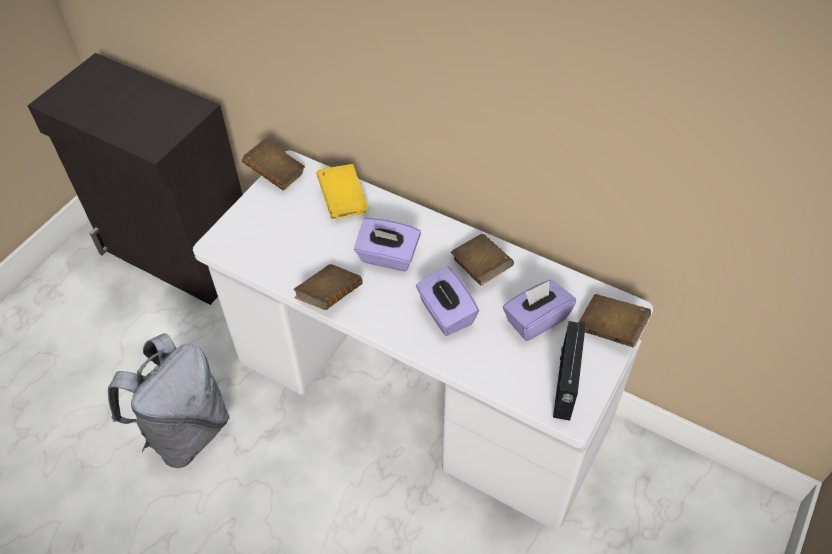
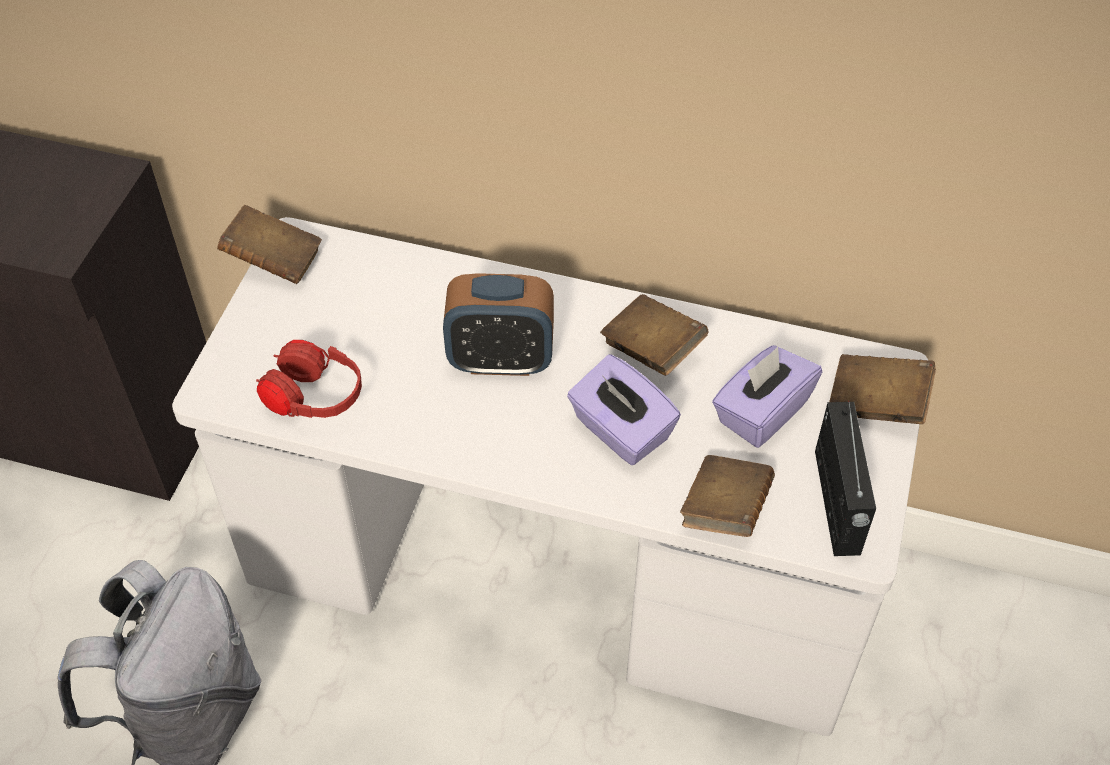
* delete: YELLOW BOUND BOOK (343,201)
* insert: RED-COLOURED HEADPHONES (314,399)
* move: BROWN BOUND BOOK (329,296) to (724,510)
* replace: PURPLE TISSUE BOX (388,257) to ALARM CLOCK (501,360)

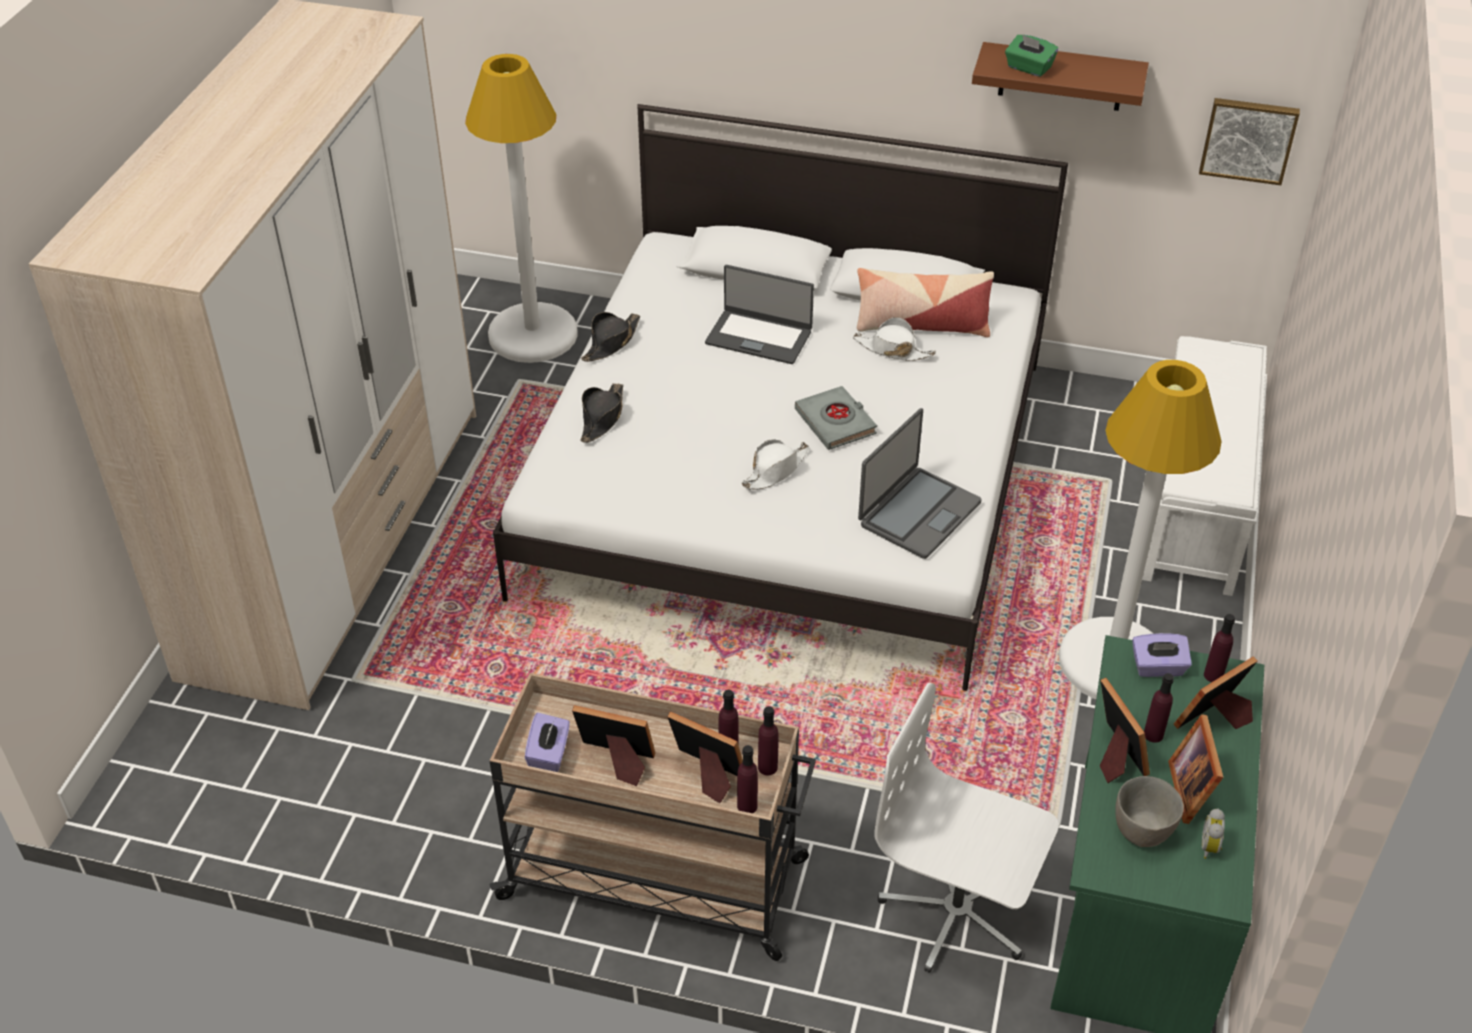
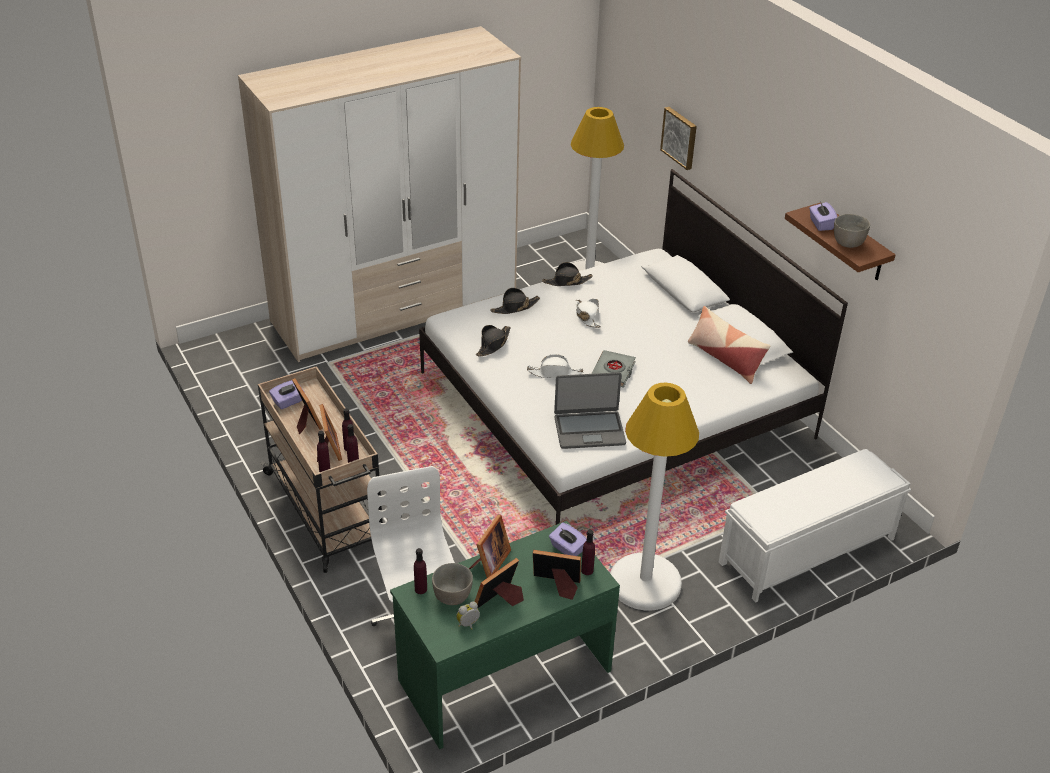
* delete: LAPTOP (759,336)
* insert: BLACK-COLOURED WEARABLE HAT (493,344)
* insert: GREYISH BOWL (847,243)
* move: WHITISH WEARABLE HAT (893,350) to (587,317)
* move: PURPLE BOTTLE (1153,734) to (421,589)
* move: WALL PICTURE (1248,139) to (680,137)
* recolor: GREEN-COLOURED TISSUE BOX (1028,68) to PURPLE TISSUE BOX (820,224)

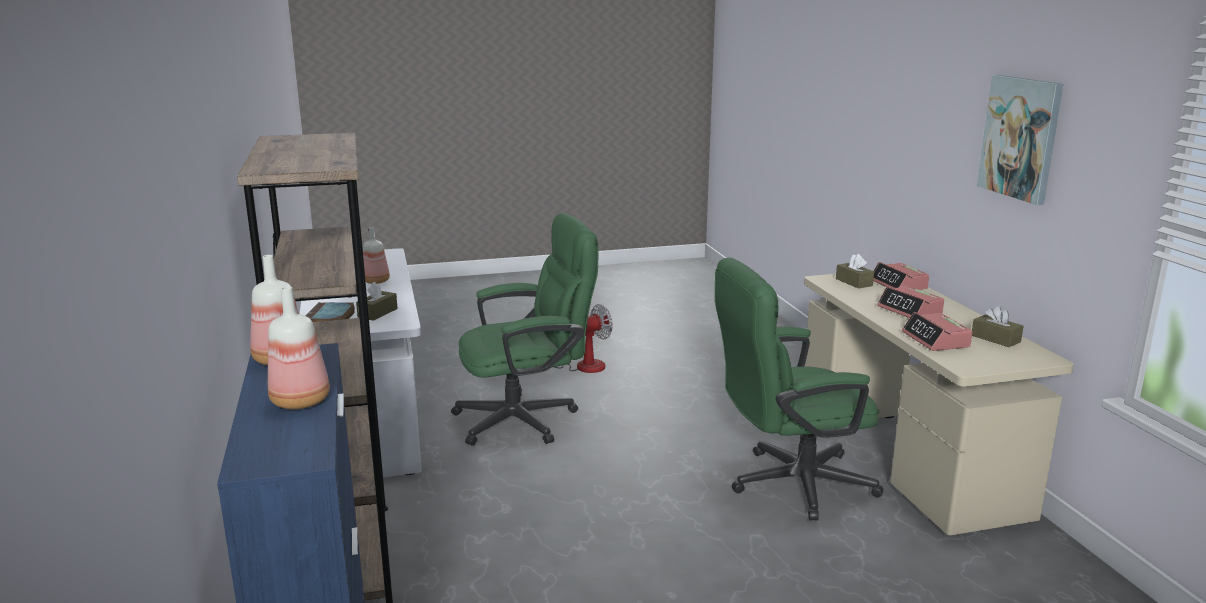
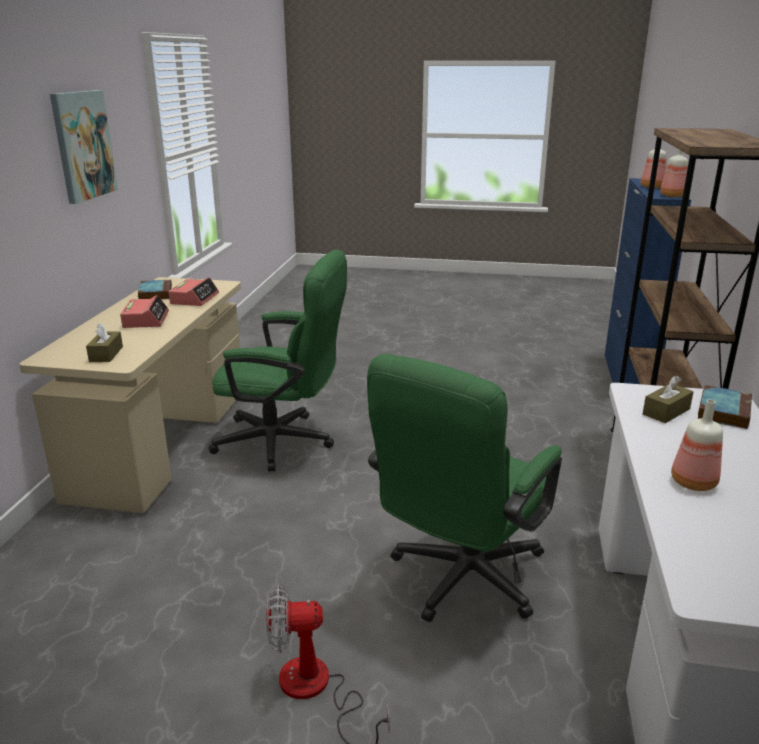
* delete: ALARM CLOCK (898,284)
* replace: BROWN TISSUE BOX (995,339) to BOUND BOOK (155,293)
* rotate: GREEN-COLOURED OFFICE CHAIR (528,419) = (460,581) 60 degrees counterclockwise

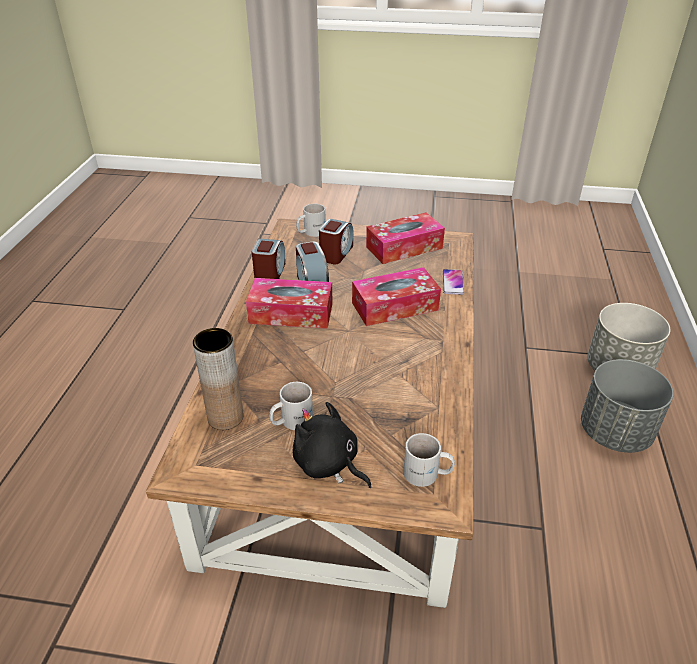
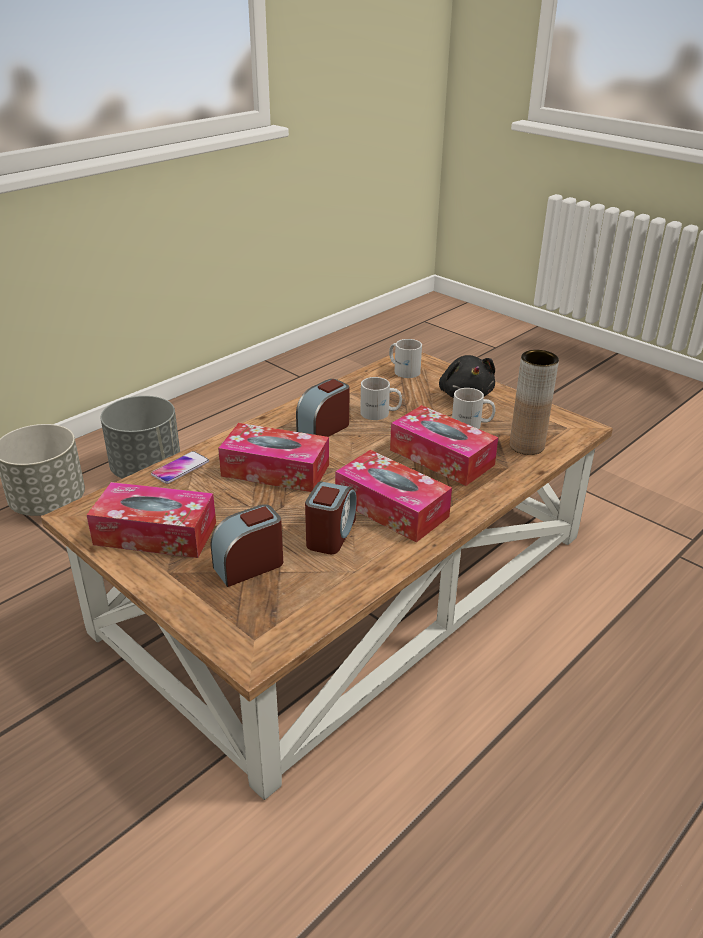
* insert: TISSUE BOX (441,457)
* move: ALARM CLOCK (270,274) to (324,428)
* move: WHITISH MUG (310,232) to (380,413)

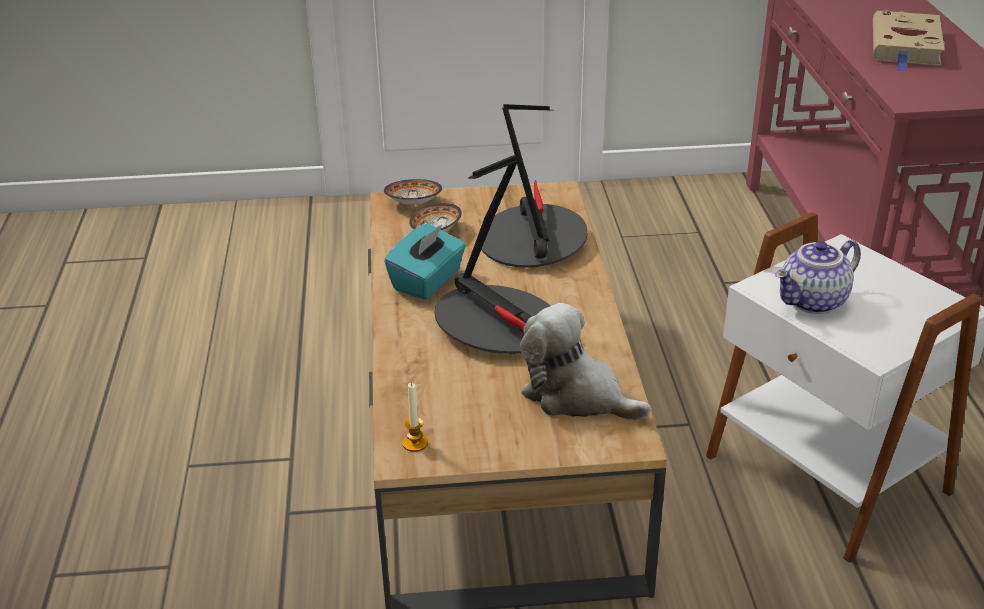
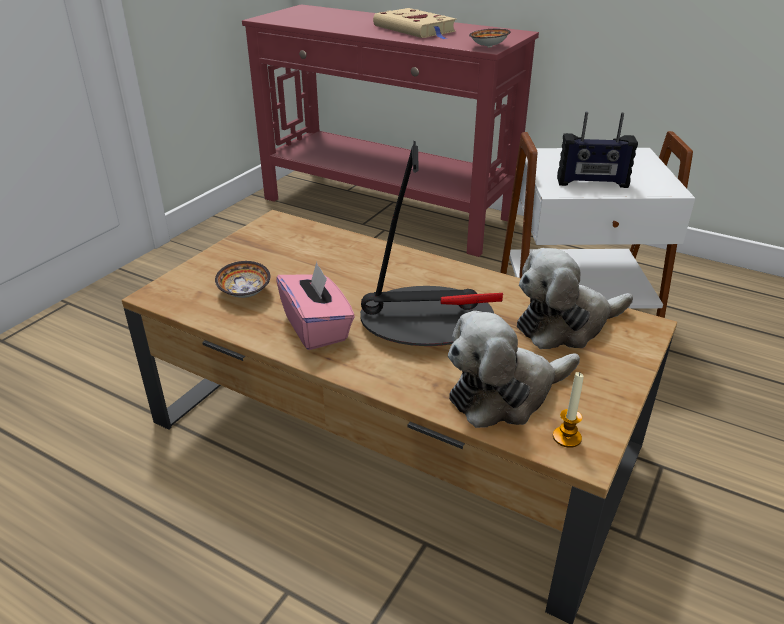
* delete: TABLETOP LAMP (532,240)
* insert: SOFT TOY (505,394)
* move: BOWL (413,203) to (488,47)
* replace: TEAPOT (813,302) to RADIO RECEIVER (592,183)
* recolor: TURQUOISE-COLOURED TISSUE BOX (427,281) to PINK TISSUE BOX (317,328)

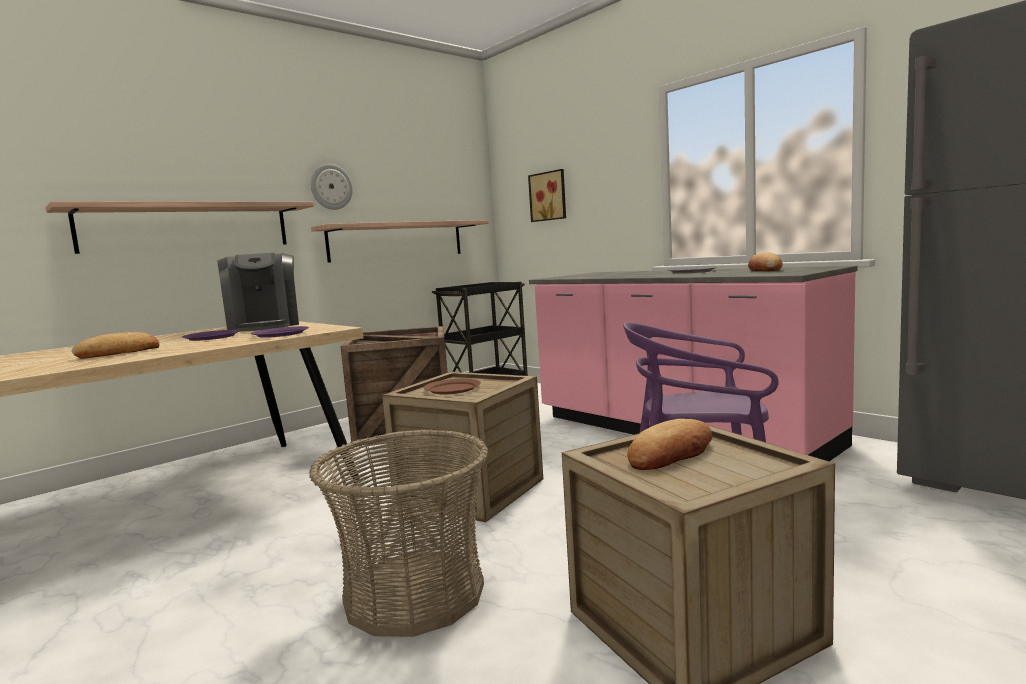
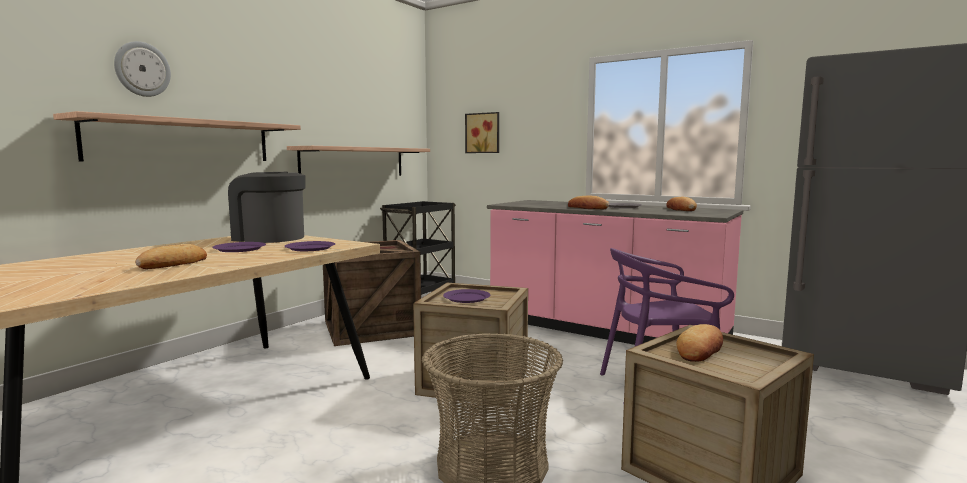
* insert: BAKERY BREAD (587,208)
* move: CLOCK ON THE WALL (331,187) to (142,69)
* recolor: BROWN DINNER PLATE (452,389) to PURPLE DINNER PLATE (467,298)
* rotate: COFFEE BREWER (265,326) = (269,238) 150 degrees clockwise

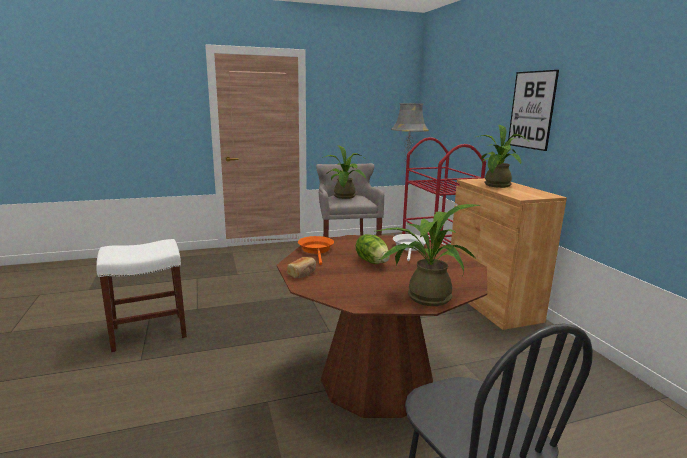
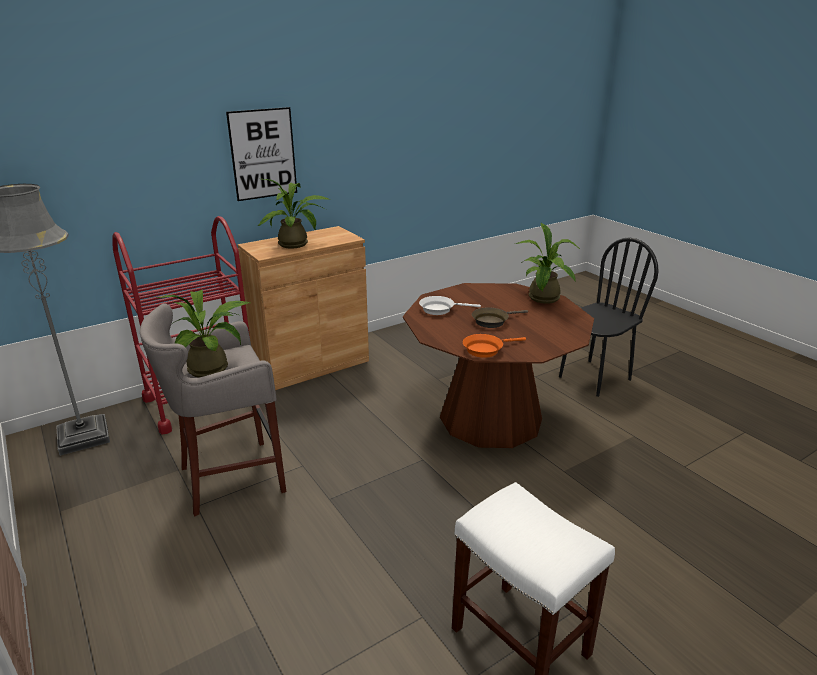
* delete: BAKERY BREAD (302,273)
* replace: HEAD OF LETTUCE (372,261) to BROWN PAN (492,321)

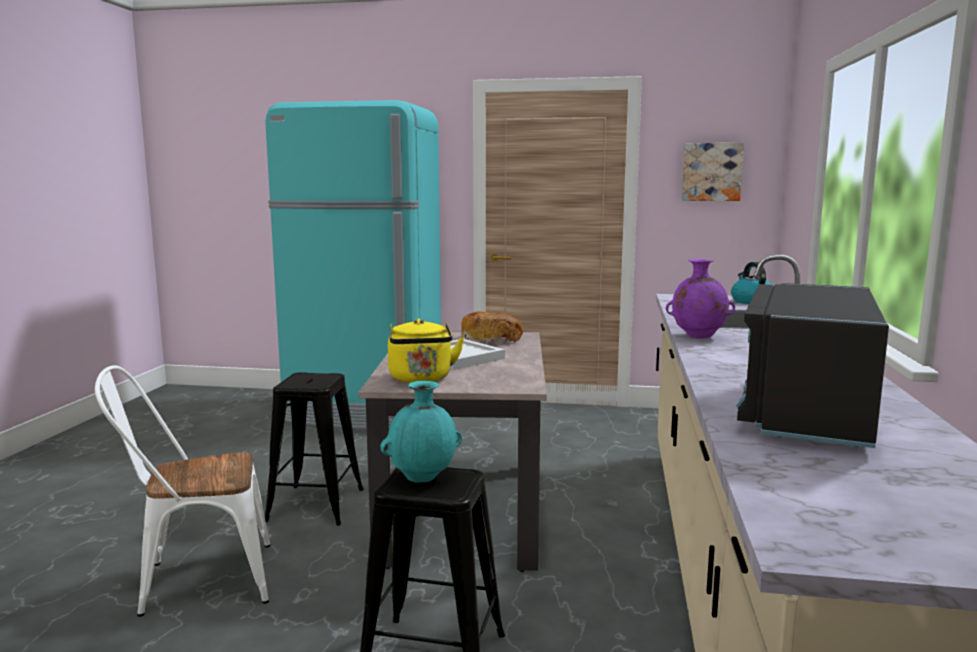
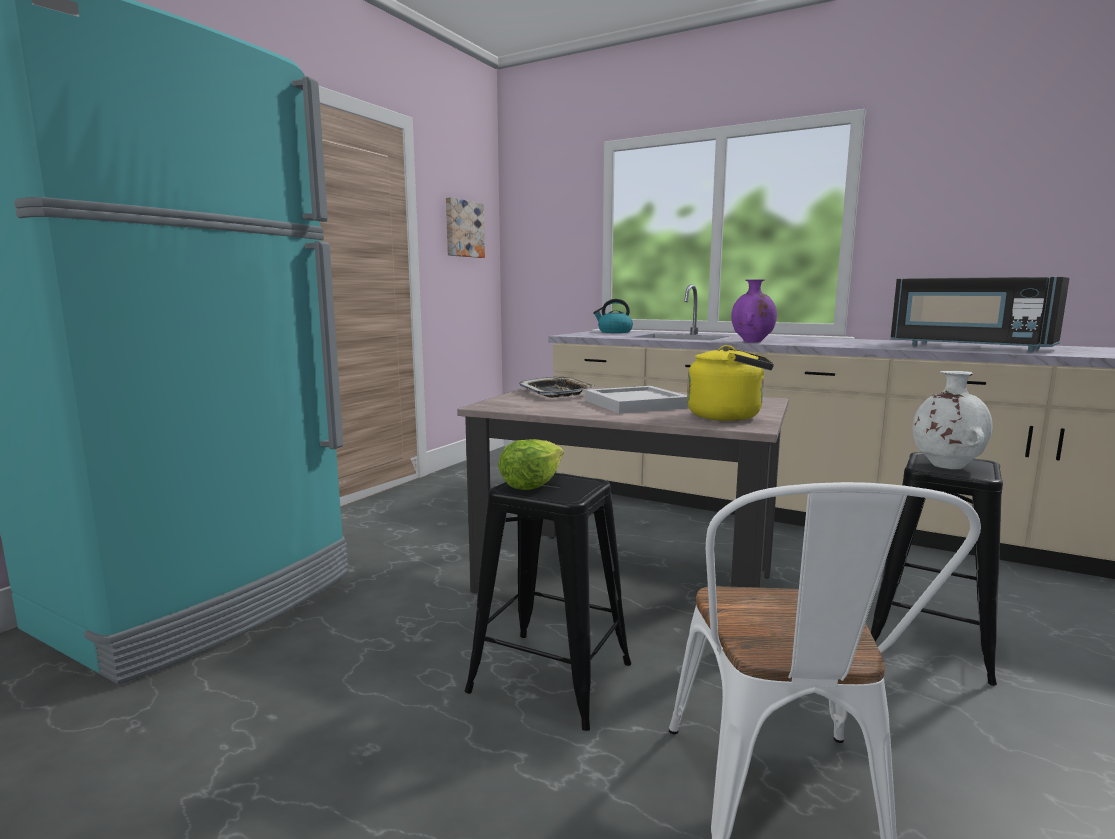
* insert: HEAD OF LETTUCE (531,483)
* replace: BAKERY BREAD (490,339) to SERVING TRAY (556,393)
* recolor: TURQUOISE-COLOURED VASE (423,478) to WHITISH VASE (945,466)

